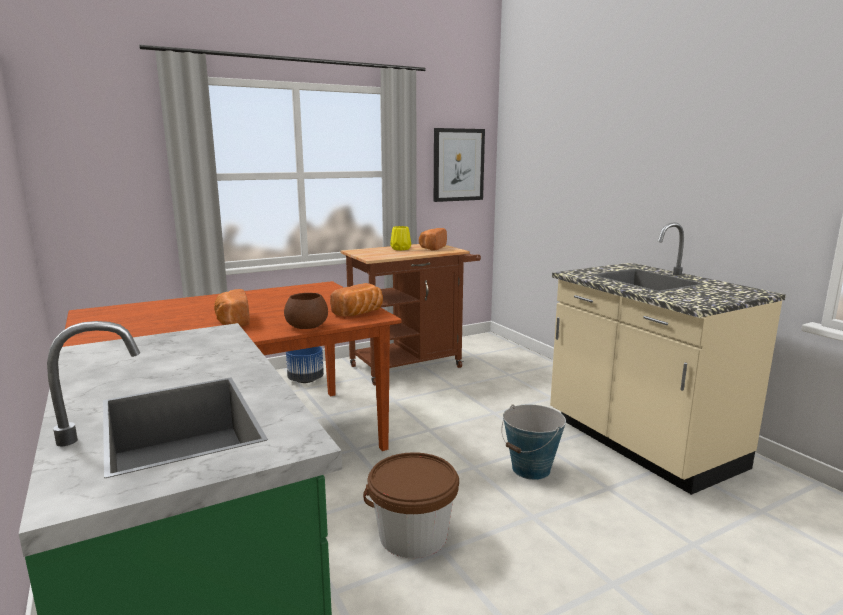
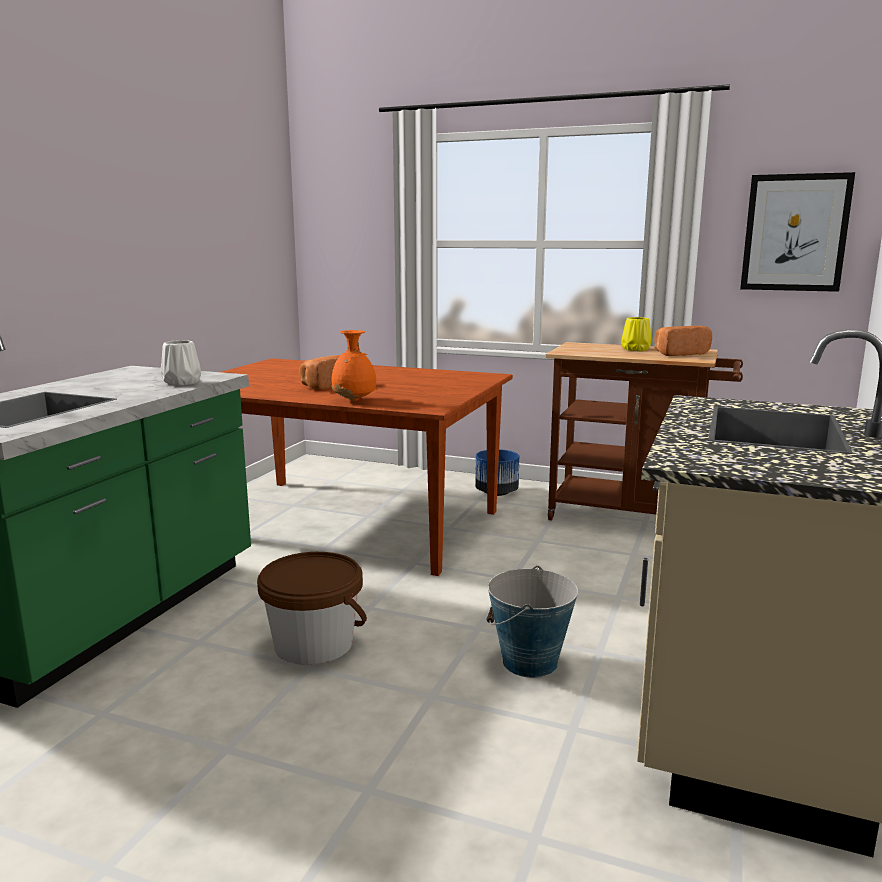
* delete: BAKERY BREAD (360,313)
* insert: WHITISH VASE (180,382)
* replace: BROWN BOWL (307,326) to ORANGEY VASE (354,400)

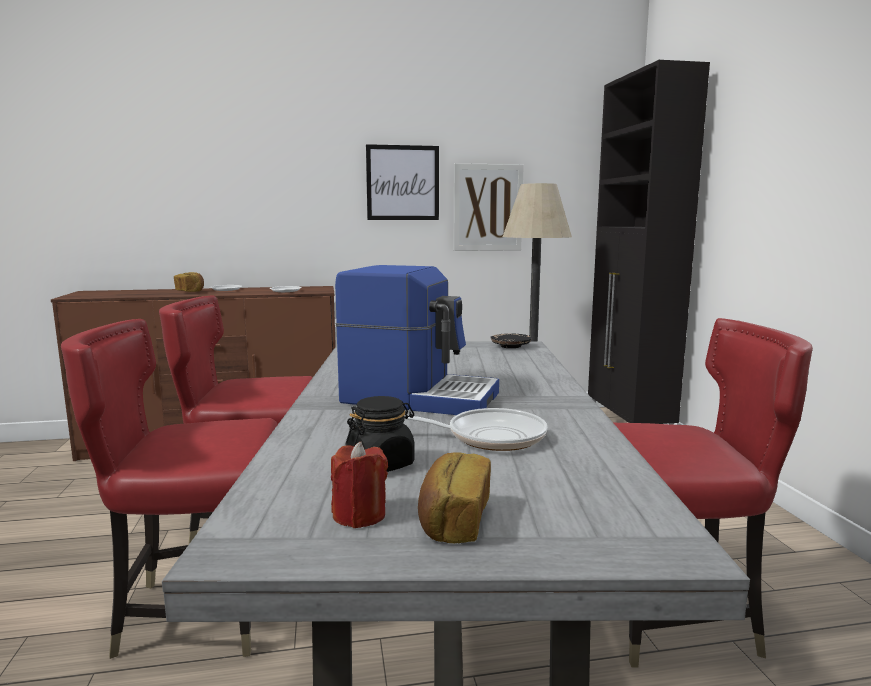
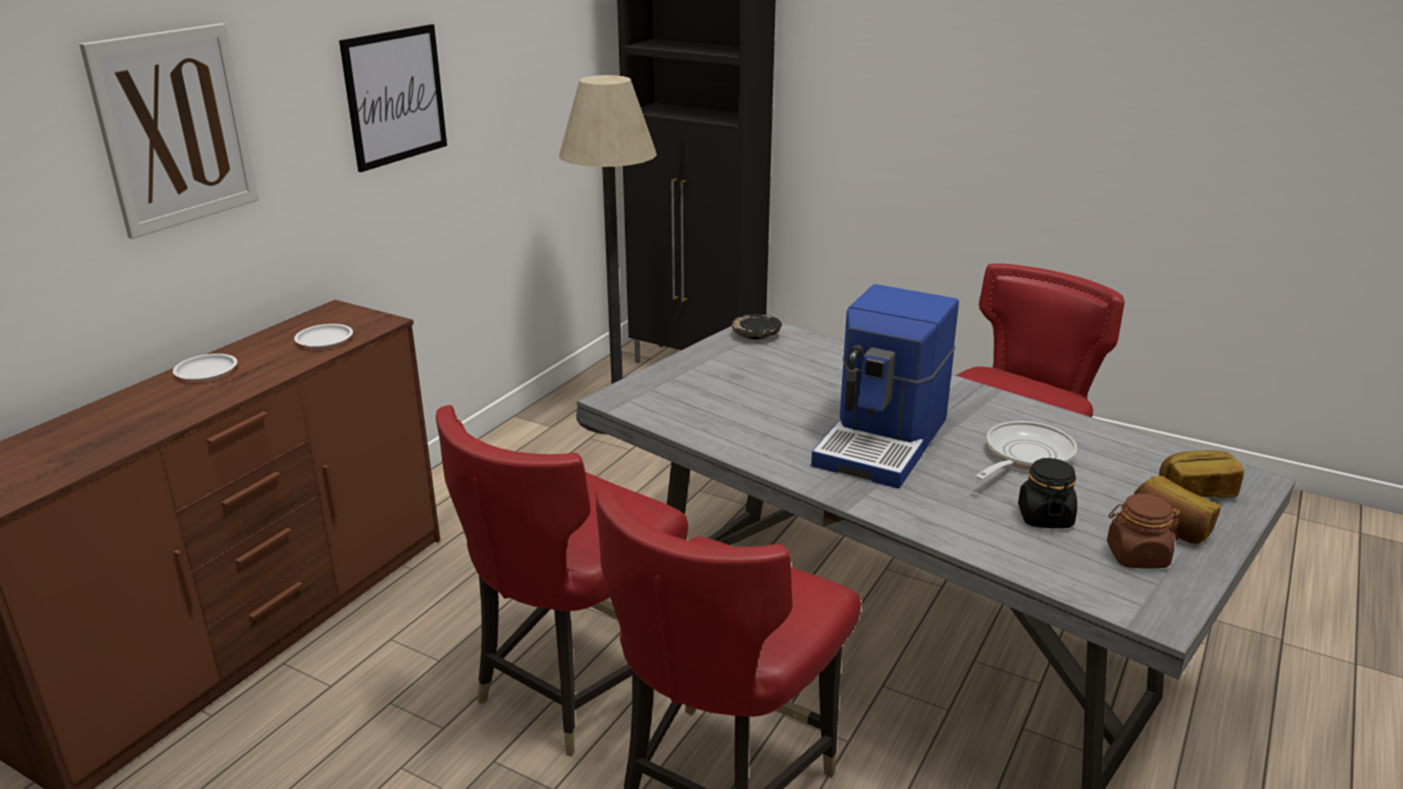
* move: BAKERY BREAD (190,291) to (1196,491)
* move: WALL PICTURE (487,208) to (175,128)
* replace: RED-COLOURED CANDLE (359,515) to BROWN JAR (1136,556)
* rotate: COFFEE BREWER (419,397) = (884,442) 150 degrees clockwise

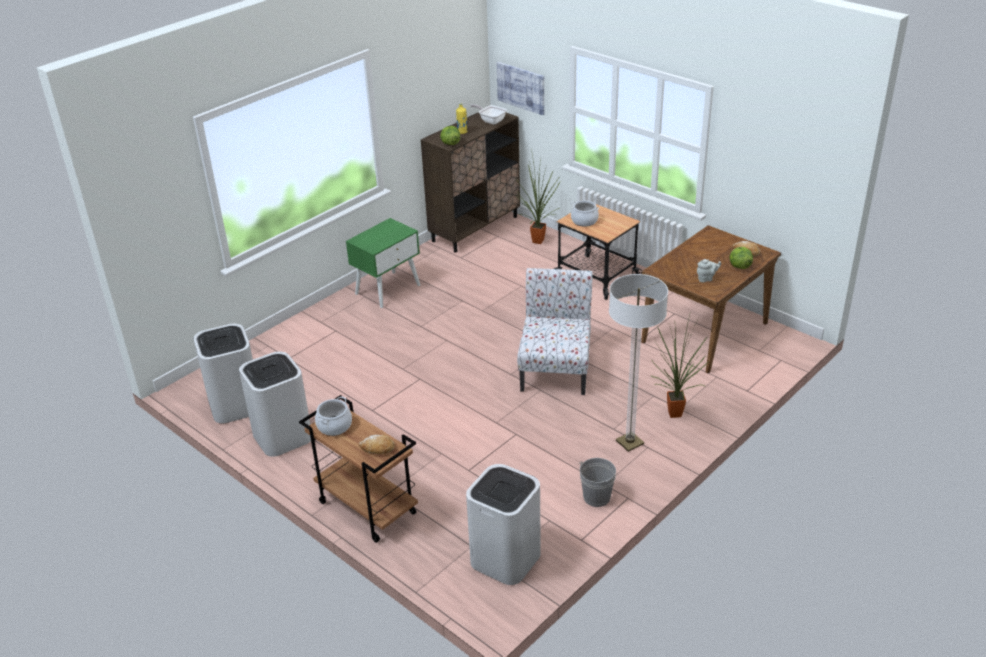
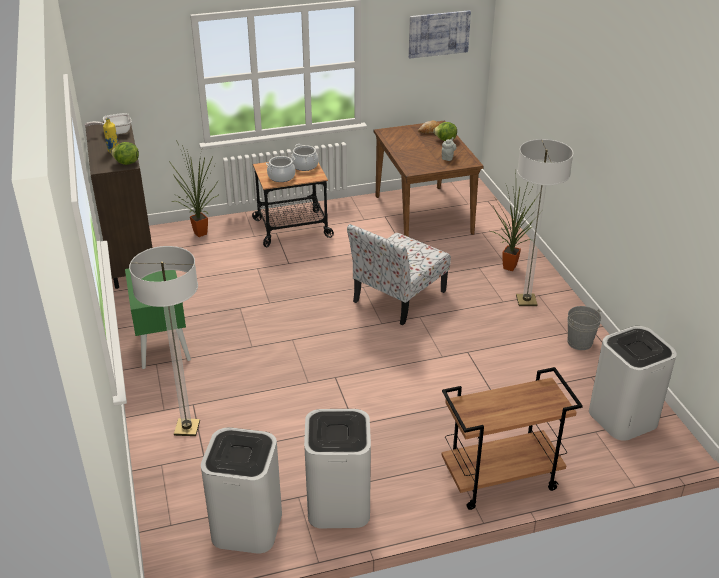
* delete: BAKERY BREAD (377,448)
* insert: STANDARD LAMP (187,428)
* move: STOCKPOT (334,426) to (304,166)
* move: WALL PICTURE (521,87) to (439,33)
* rotate: CHAIR (555,368) = (398,297) 90 degrees counterclockwise

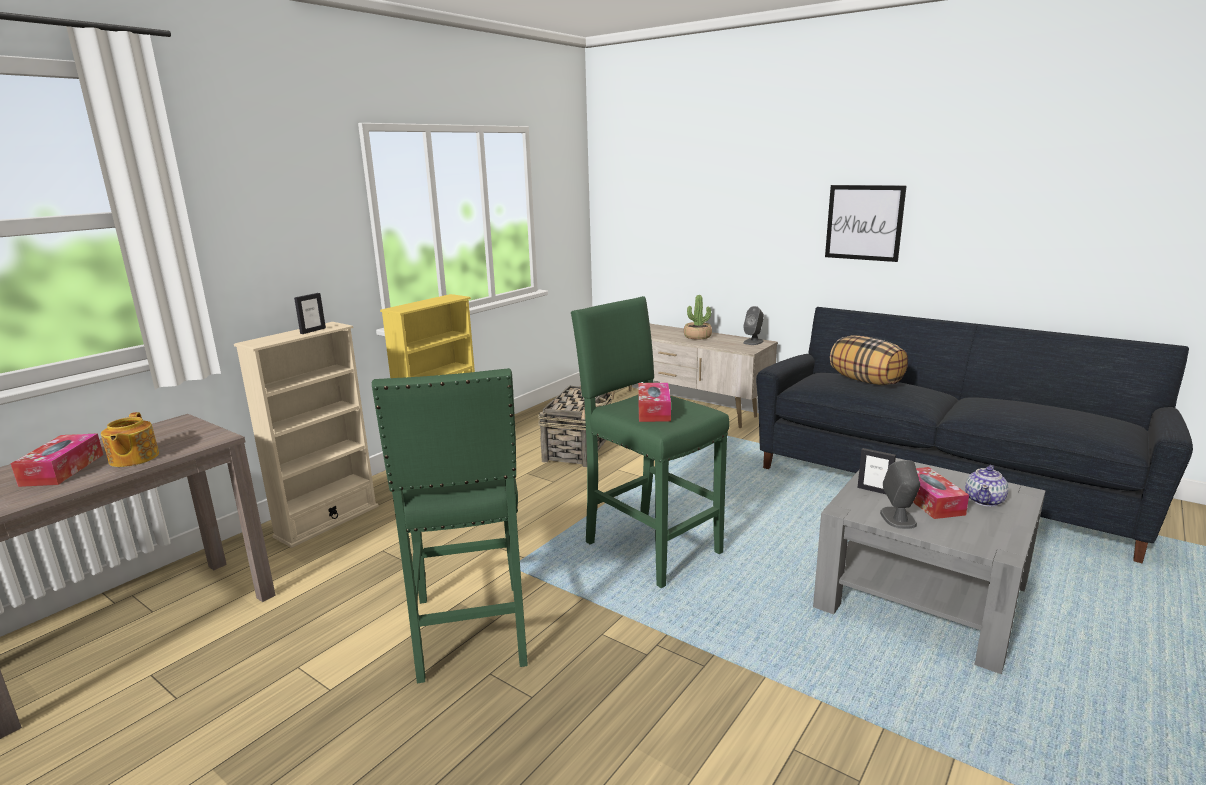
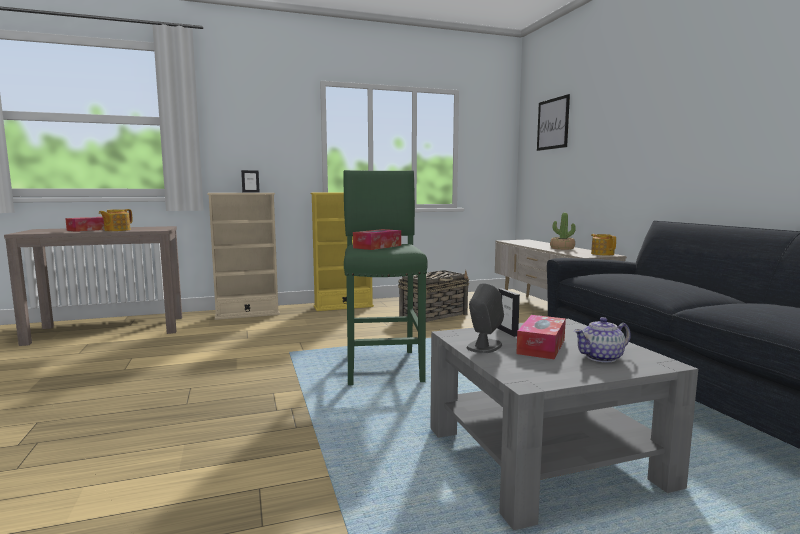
* delete: GREEN-COLOURED STOOL SEAT (470,633)
* delete: PILLOW (866,381)
* move: WALL PICTURE (864,222) to (553,124)
* replace: GREYISH AUDIO SPEAKER (753,342) to TEAPOT (602,254)

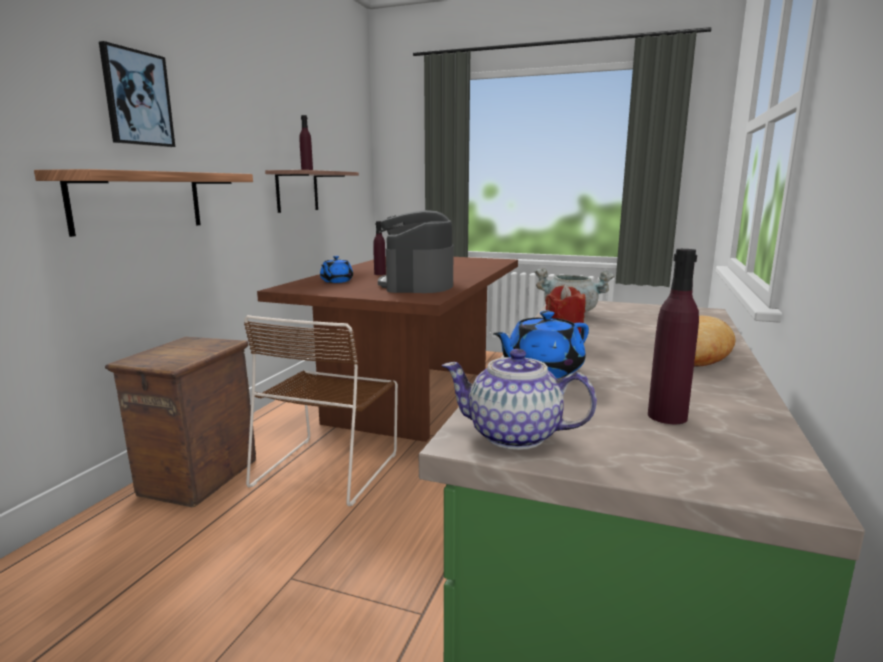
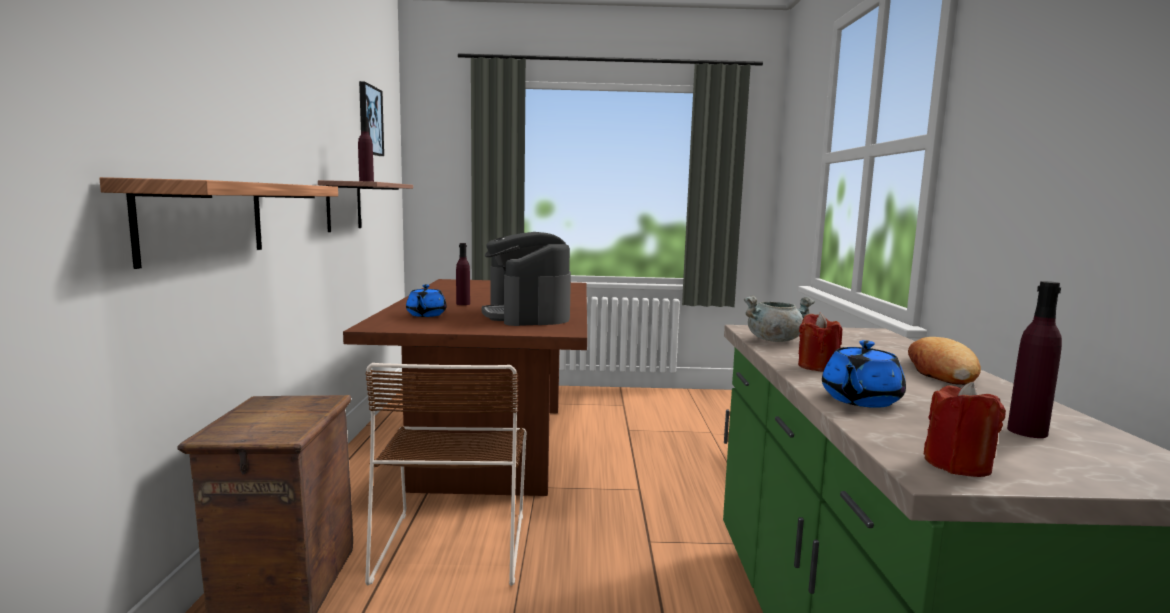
* move: WALL PICTURE (137,98) to (369,120)
* replace: TEAPOT (515,436) to RED-COLOURED CANDLE (957,465)

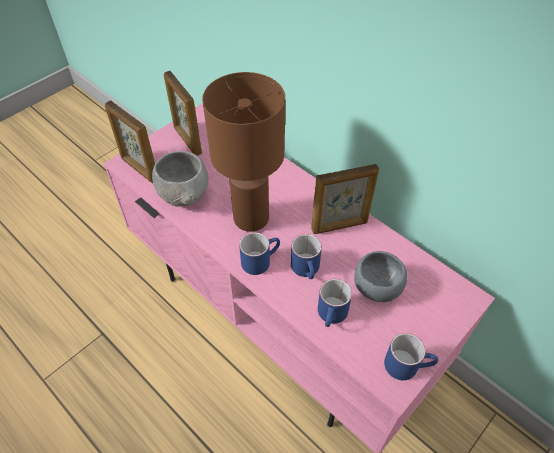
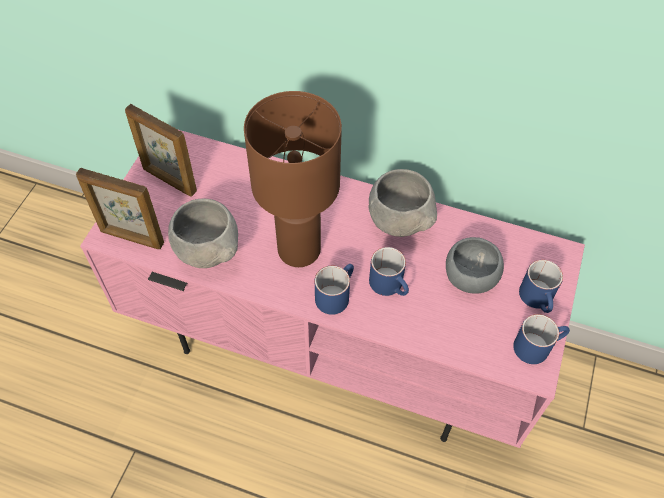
* move: BLUE-COLOURED MUG (332,316) to (538,300)
* replace: PICTURE FRAME (340,226) to GREYISH BOWL (399,224)

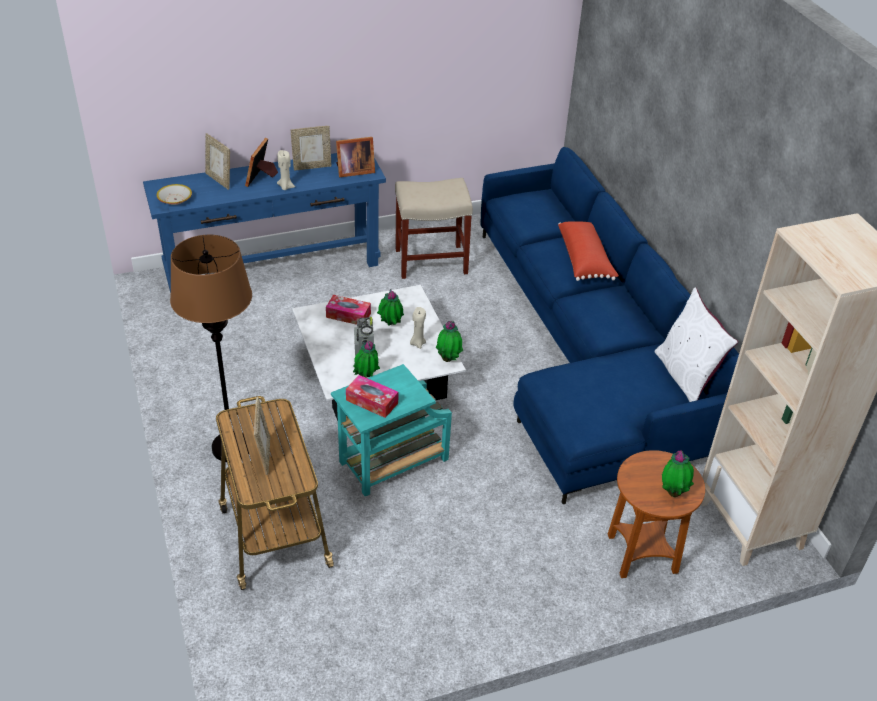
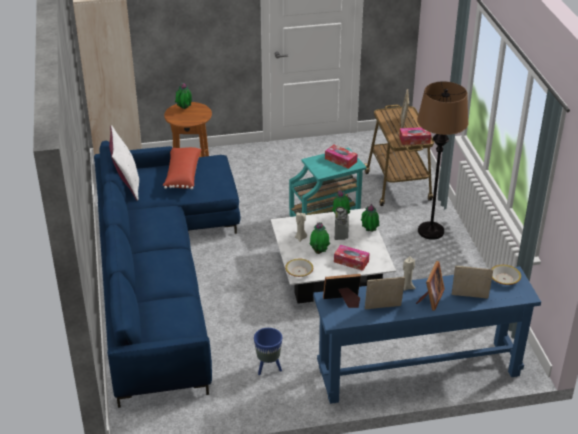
* insert: BOWL (299,271)
* insert: TISSUE BOX (414,140)
* move: HOUSEPLANT (449,359) to (369,231)
* move: RED-COLOURED PILLOW (585,260) to (182,175)
* replace: SAND-COLOURED STOOL SEAT (430,262) to BLUE-COLOURED FLOWER POT (268,368)
* rotate: PICTURE FRAME (219,180) = (469,298) 45 degrees counterclockwise

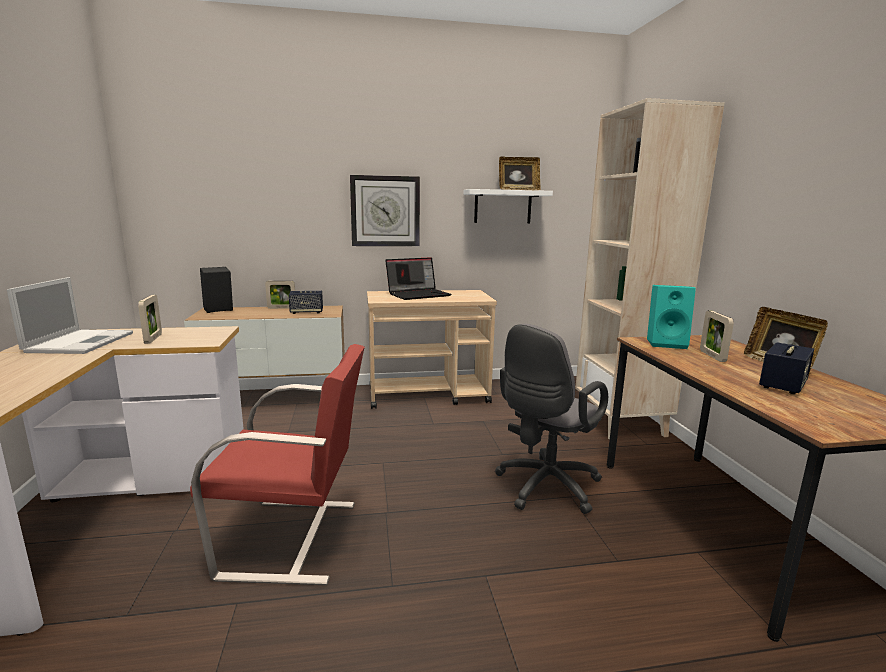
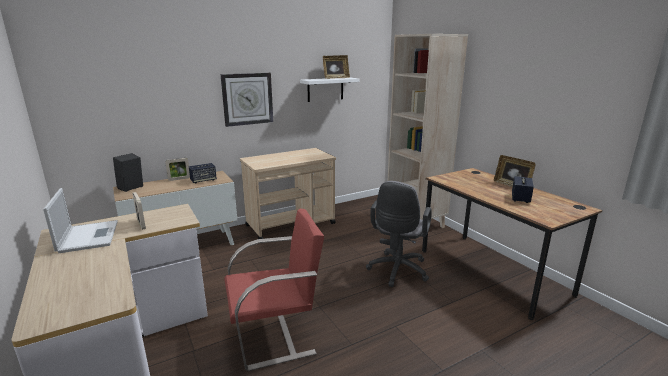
* delete: LAPTOP (418,294)
* delete: TURQUOISE-COLOURED AUDIO SPEAKER (667,343)
* delete: PICTURE FRAME (712,356)

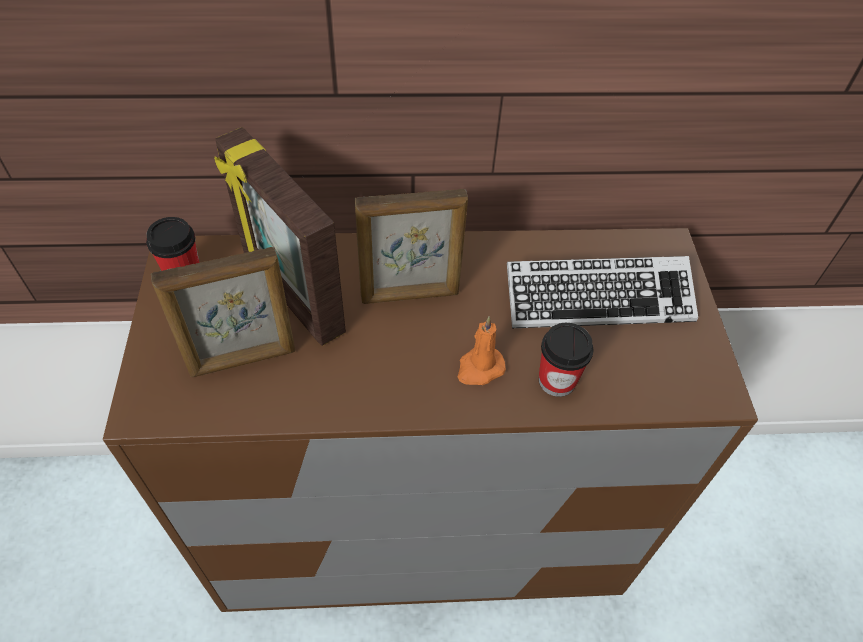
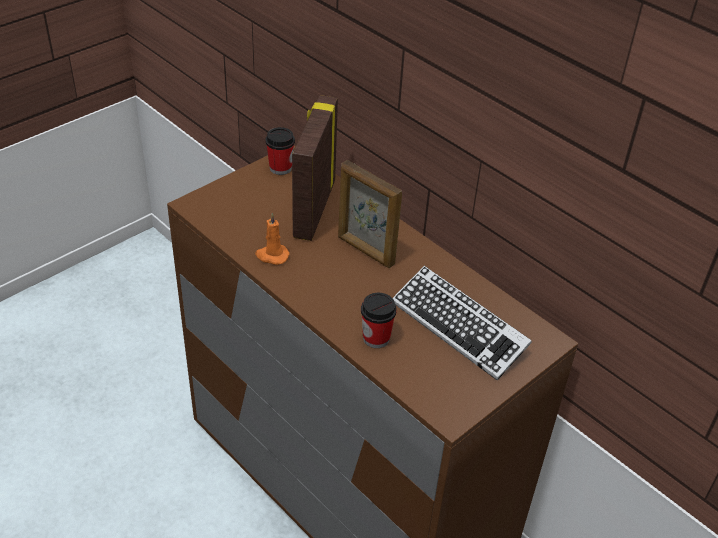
* delete: PICTURE FRAME (243,360)
* move: ORANGEY CANDLE (479,368) to (272,256)

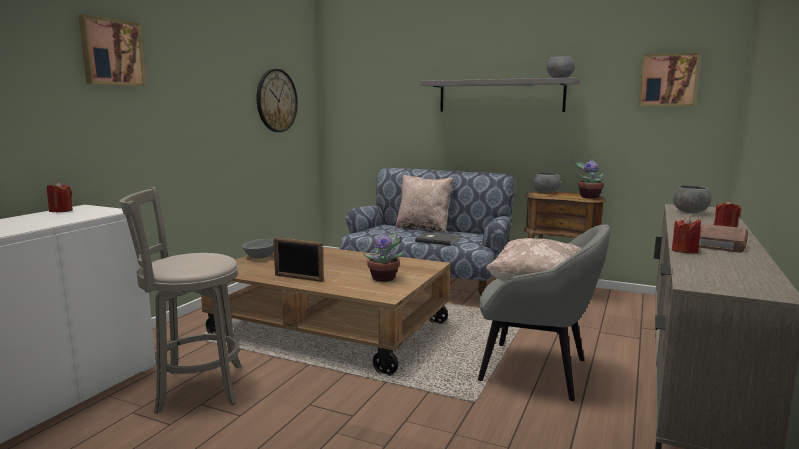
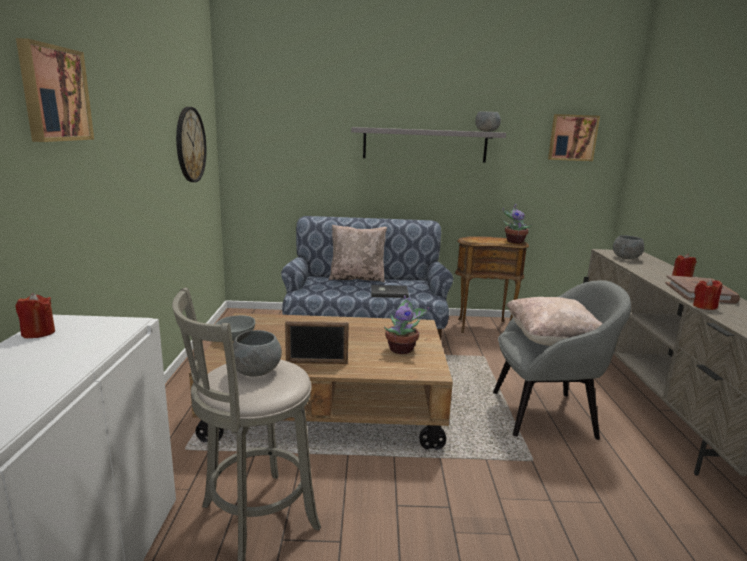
* move: GREYISH BOWL (546,193) to (256,372)

